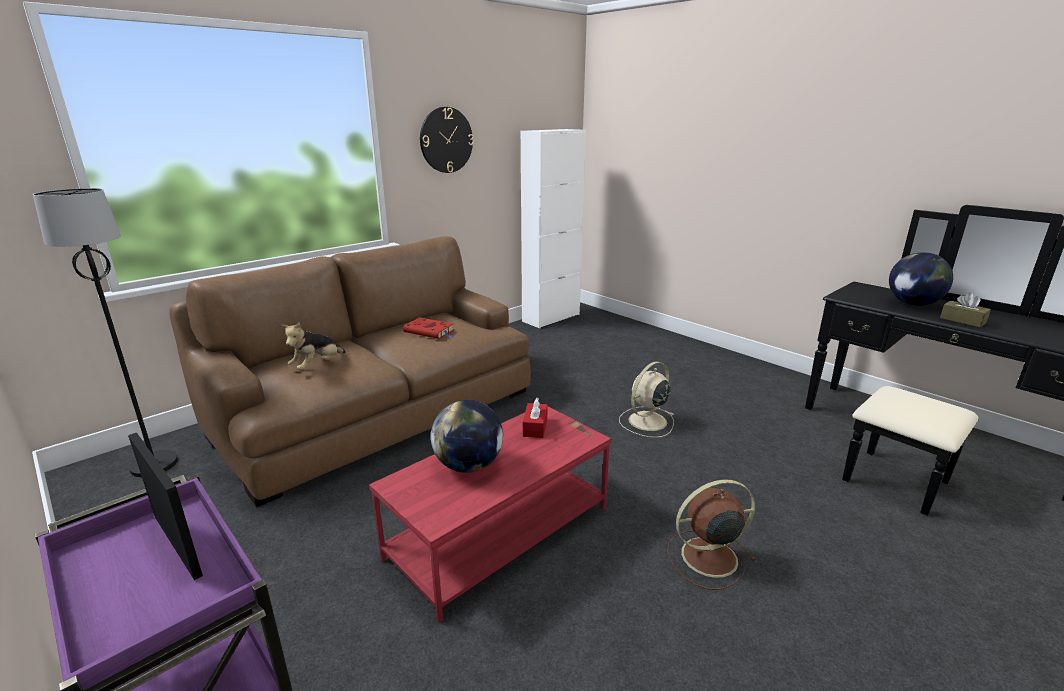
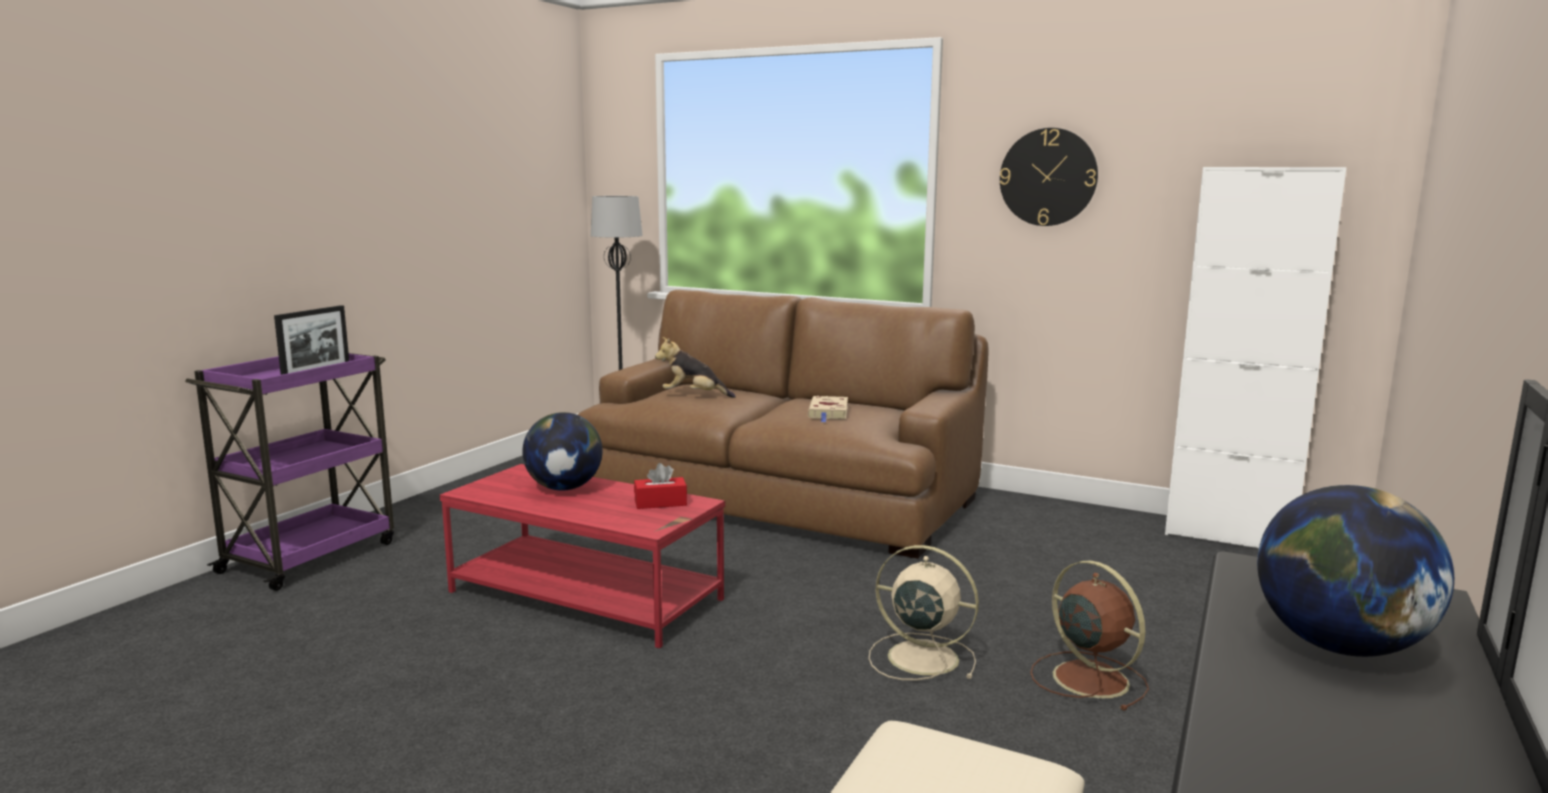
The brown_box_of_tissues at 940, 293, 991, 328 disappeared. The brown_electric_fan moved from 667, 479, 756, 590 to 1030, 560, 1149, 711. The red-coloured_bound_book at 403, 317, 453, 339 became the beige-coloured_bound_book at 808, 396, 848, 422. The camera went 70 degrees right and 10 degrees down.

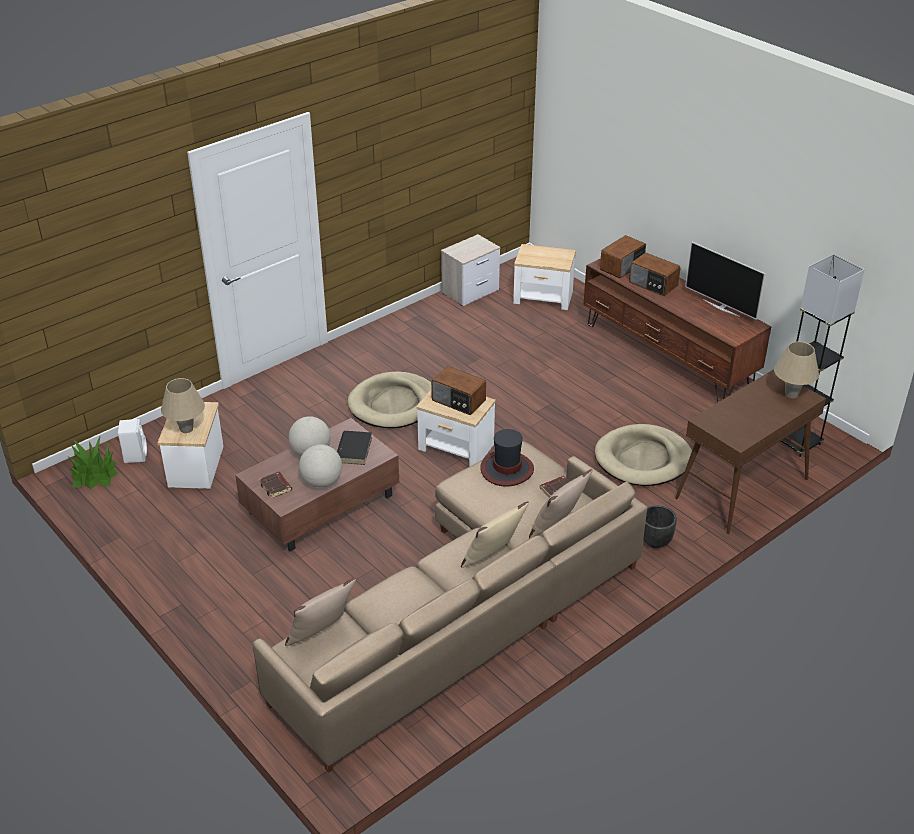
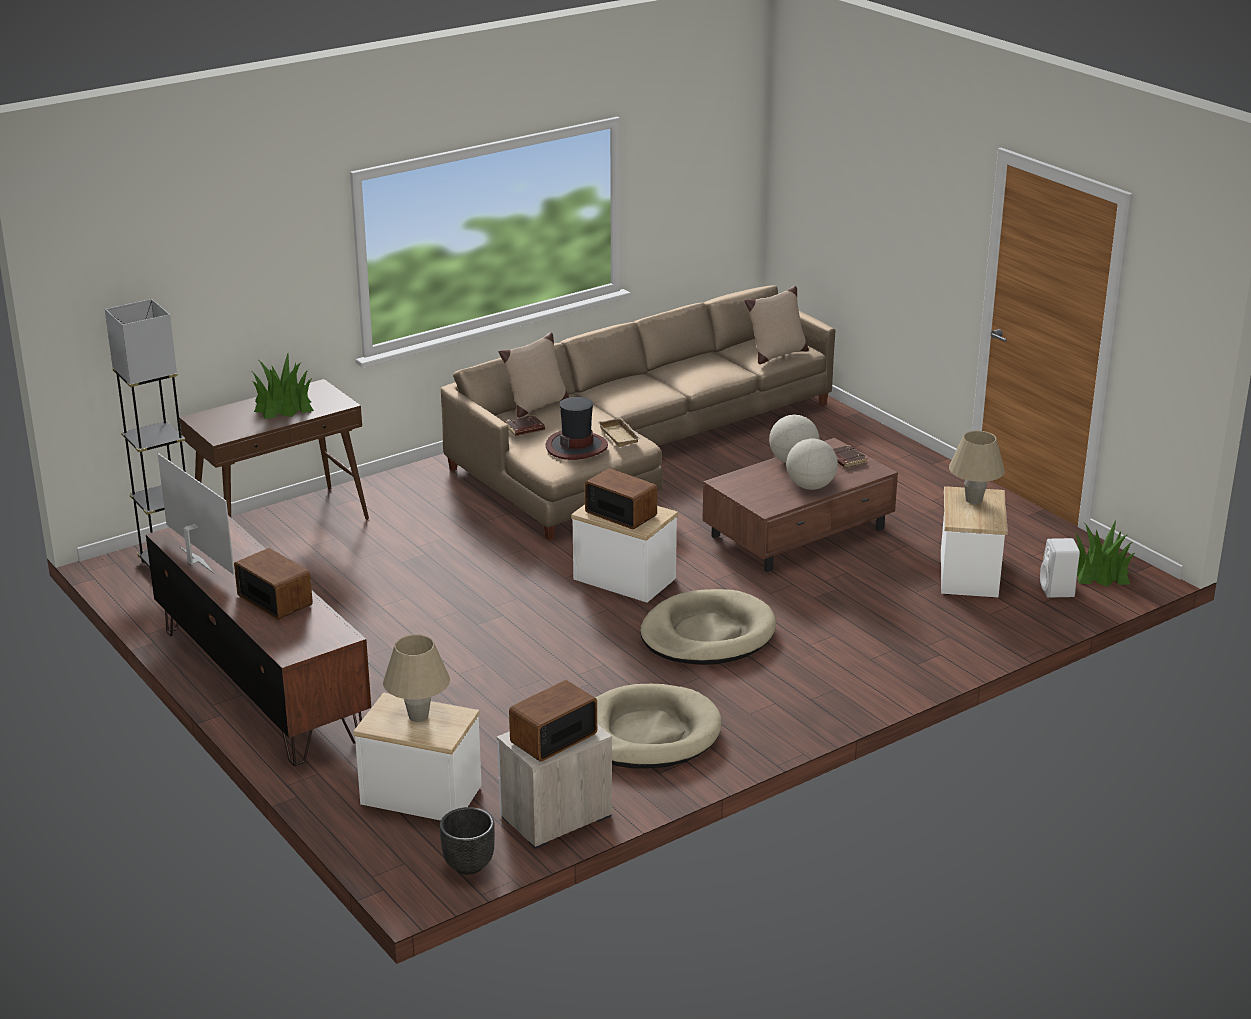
The blackish_bound_book at 337, 431, 372, 465 disappeared. The beige-coloured_pillow at 461, 502, 529, 568 disappeared. The potted_plant at 252, 354, 314, 419 appeared. The beige-coloured_carrying_tray at 598, 418, 642, 447 appeared. The beige-coloured_dog_bed moved from 595, 424, 692, 486 to 595, 684, 722, 768. The radio_set moved from 600, 235, 646, 278 to 509, 680, 597, 762. The blackish_planter moved from 643, 505, 677, 548 to 439, 807, 495, 875. The beige-coloured_table_lamp moved from 774, 341, 819, 398 to 383, 634, 450, 722. The camera went 175 degrees left and 10 degrees down.

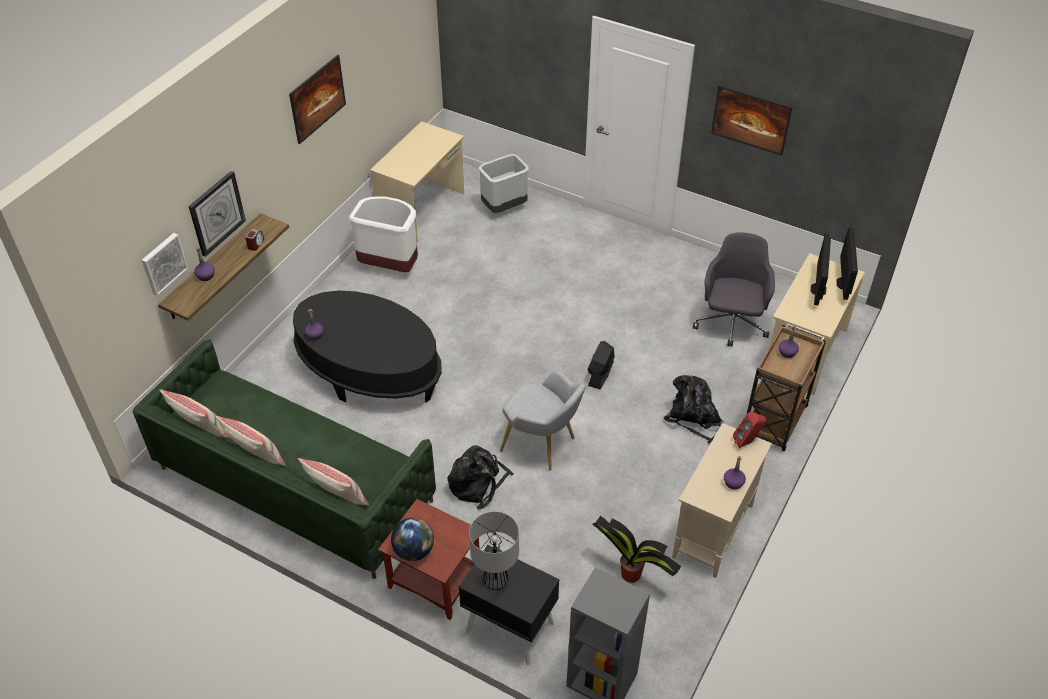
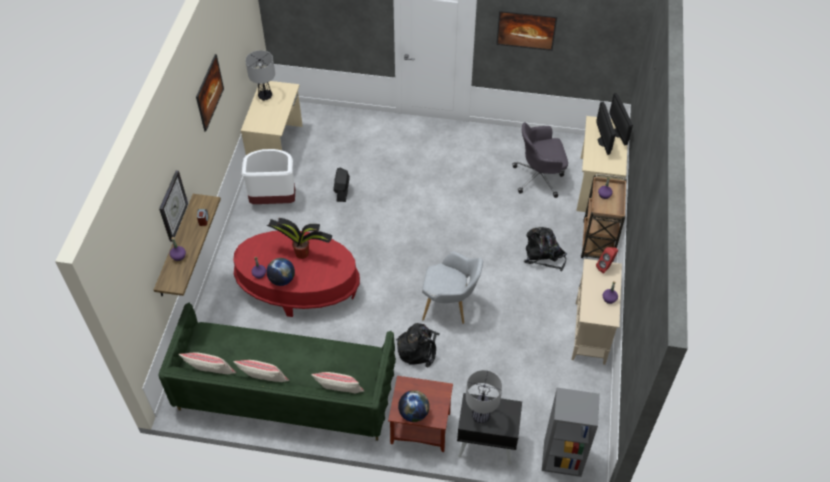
The wall_picture at 142, 233, 188, 296 disappeared. The grey_trash_can at 479, 154, 529, 213 disappeared. The table_lamp at 245, 50, 275, 101 appeared. The globe at 267, 258, 295, 286 appeared. The blackish_electric_fan moved from 588, 341, 615, 389 to 333, 168, 350, 202. The potted_plant moved from 592, 516, 681, 583 to 266, 218, 333, 259. The blackish_low_table at 293, 291, 442, 402 became the red-coloured_low_table at 233, 231, 360, 317. The grey_computer_chair at 693, 232, 775, 346 turned 90 degrees counterclockwise. The camera went 20 degrees left and 5 degrees up.

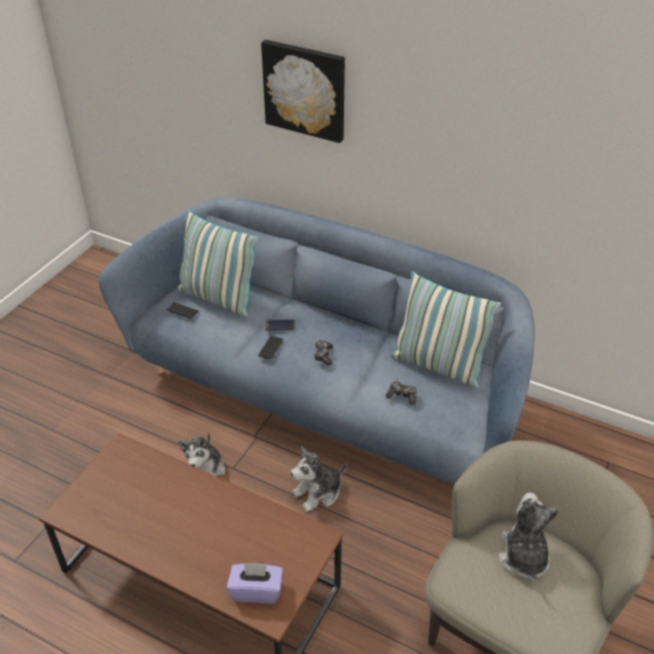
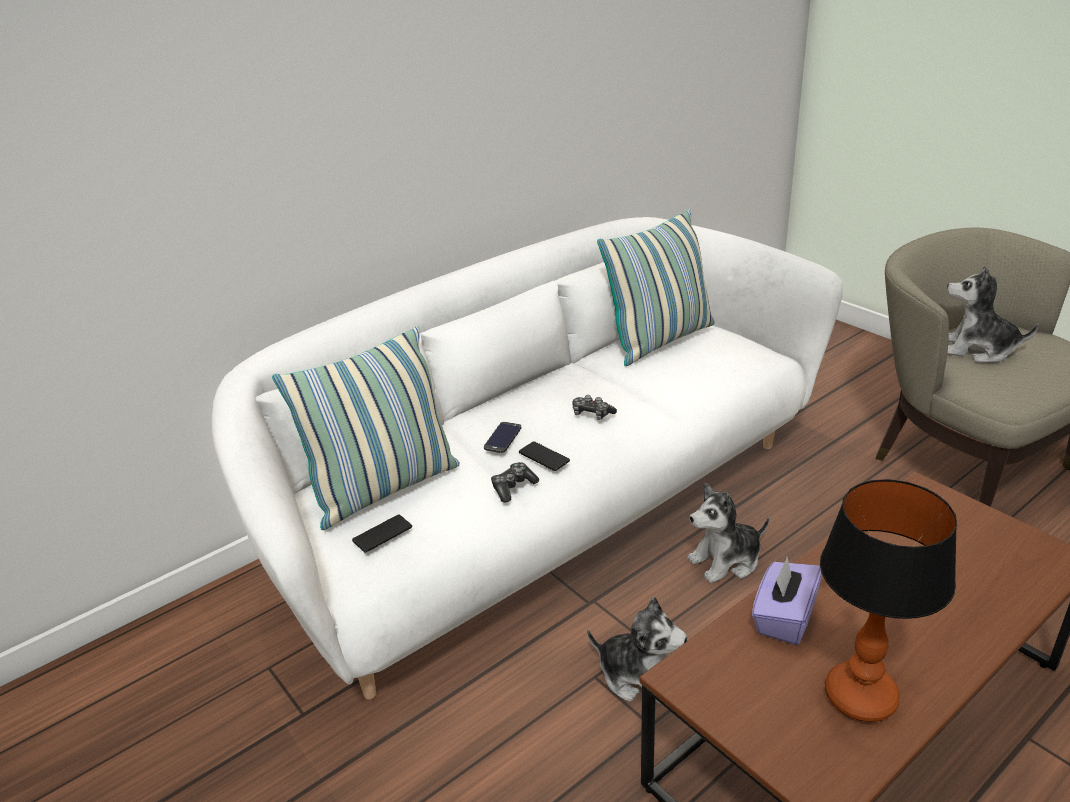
The wall_picture at 261, 40, 345, 143 disappeared. The table_lamp at 820, 479, 957, 722 appeared. The purplish_box_of_tissues moved from 226, 563, 283, 604 to 752, 557, 822, 645. The joypad moved from 386, 381, 417, 405 to 491, 462, 539, 502. The blue_sofa at 98, 197, 535, 484 became the whitish_sofa at 212, 217, 843, 700. The soft_toy at 291, 446, 347, 512 turned 75 degrees clockwise. The camera went 65 degrees left and 10 degrees down.

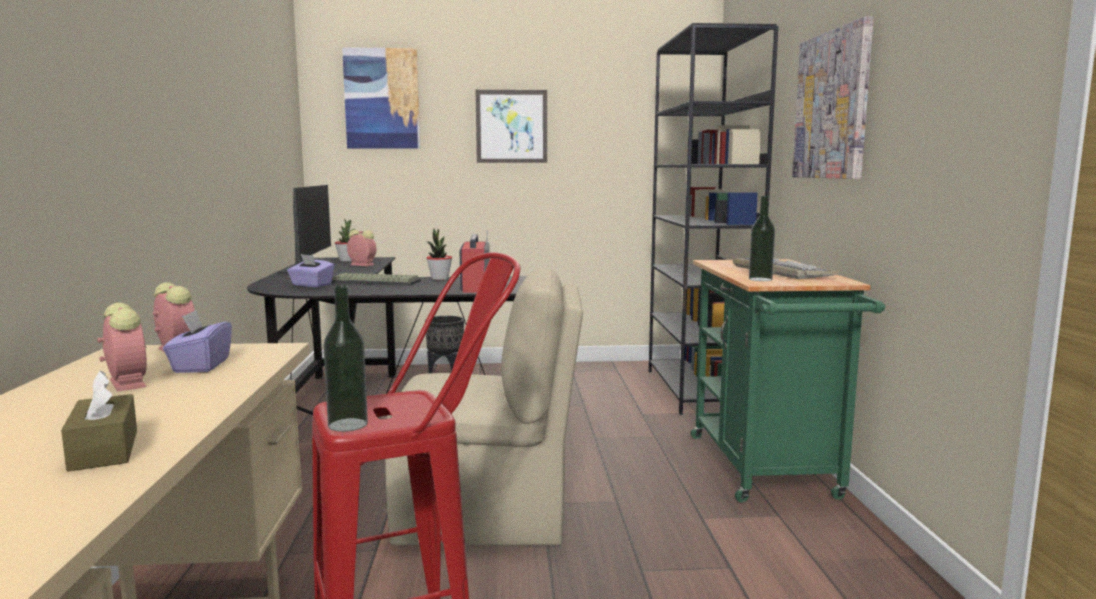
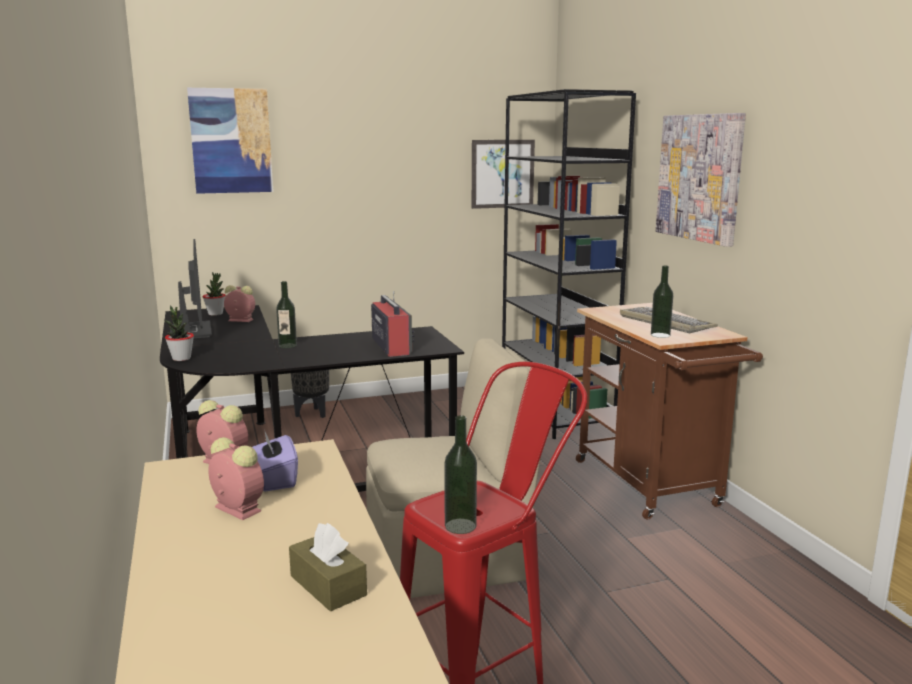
The purplish_box_of_tissues at 287, 254, 334, 287 disappeared. The potted_plant moved from 426, 229, 452, 280 to 165, 305, 194, 361. The wall_picture moved from 476, 90, 547, 163 to 472, 140, 535, 209. The keyboard at 331, 273, 421, 286 was replaced by the drink_bottle at 276, 281, 297, 348. The green_trolley at 691, 259, 885, 503 became the brown_trolley at 576, 303, 763, 520. The camera went 15 degrees left and 5 degrees up.

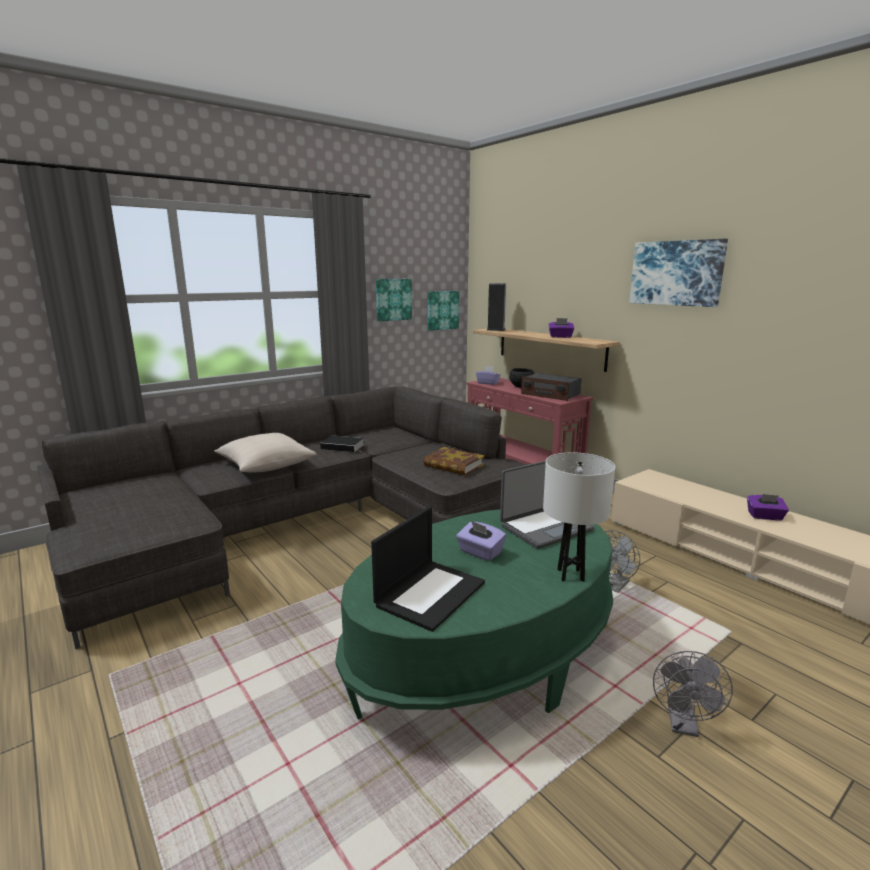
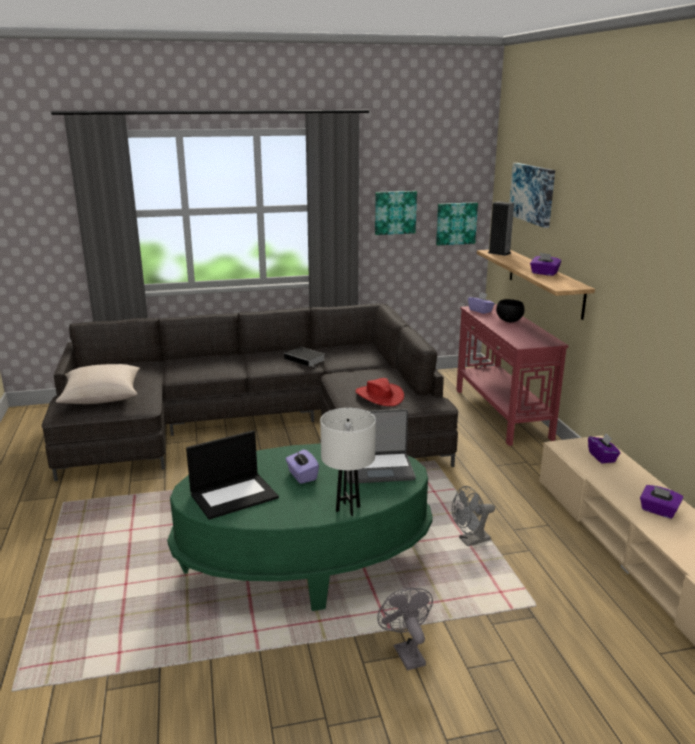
The radio_set at 521, 373, 582, 401 disappeared. The purplish_box_of_tissues at 588, 433, 620, 463 appeared. The beige-coloured_pillow moved from 214, 433, 317, 473 to 56, 364, 140, 404. The wall_picture moved from 629, 239, 728, 307 to 509, 163, 555, 228. The bound_book at 424, 447, 485, 475 was replaced by the red-coloured_hat at 355, 378, 404, 406. The grey_electric_fan at 653, 651, 733, 737 turned 120 degrees clockwise. The camera went 25 degrees right and 5 degrees up.

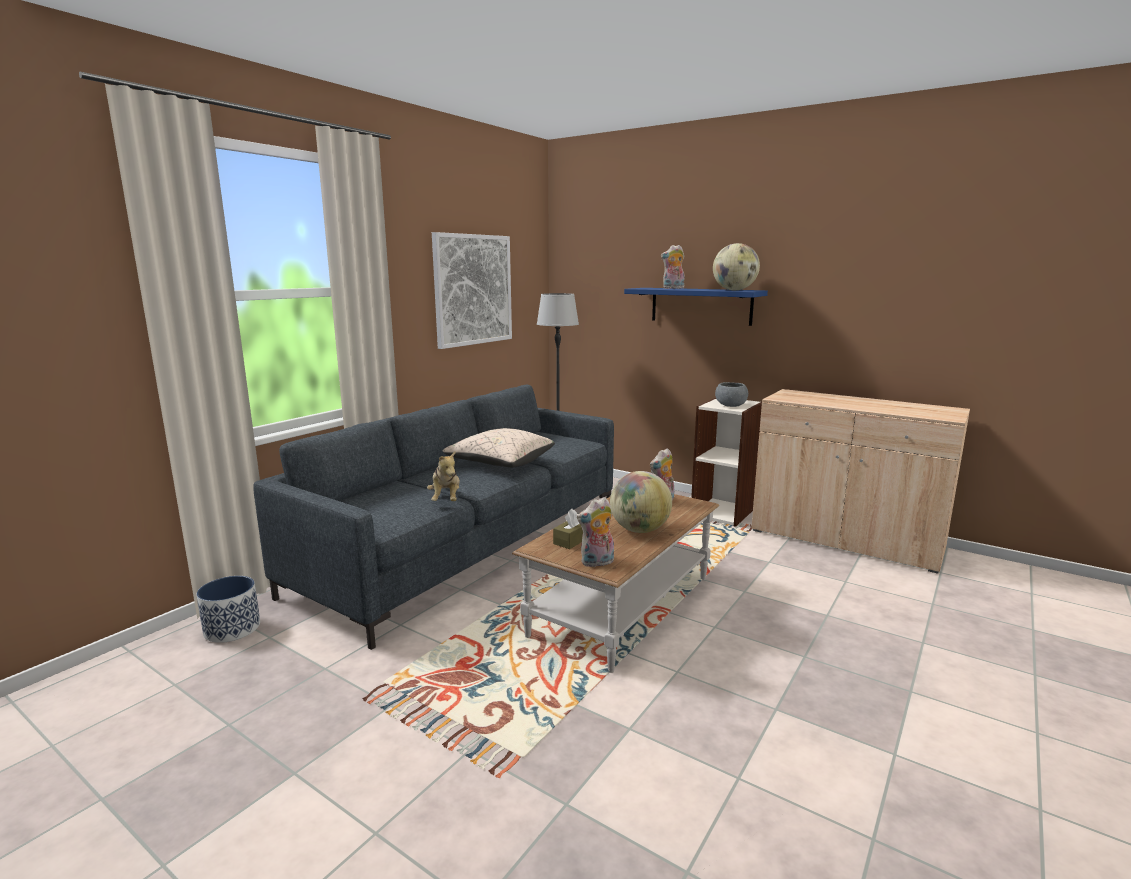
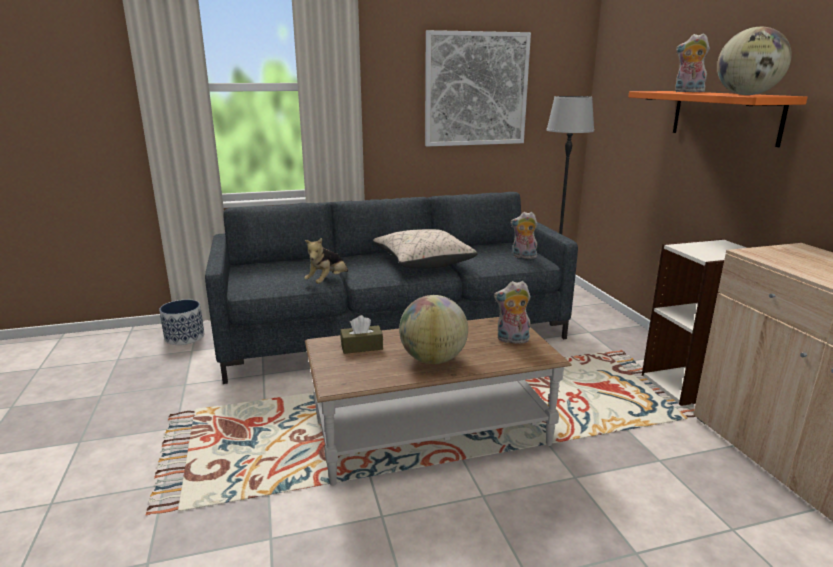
The grey_bowl at 715, 382, 748, 407 disappeared. The soft_toy moved from 577, 497, 614, 567 to 511, 212, 538, 259. The blue_wall_shelf at 624, 288, 768, 326 became the orange-coloured_wall_shelf at 628, 91, 808, 147. The camera went 40 degrees right and 5 degrees up.

